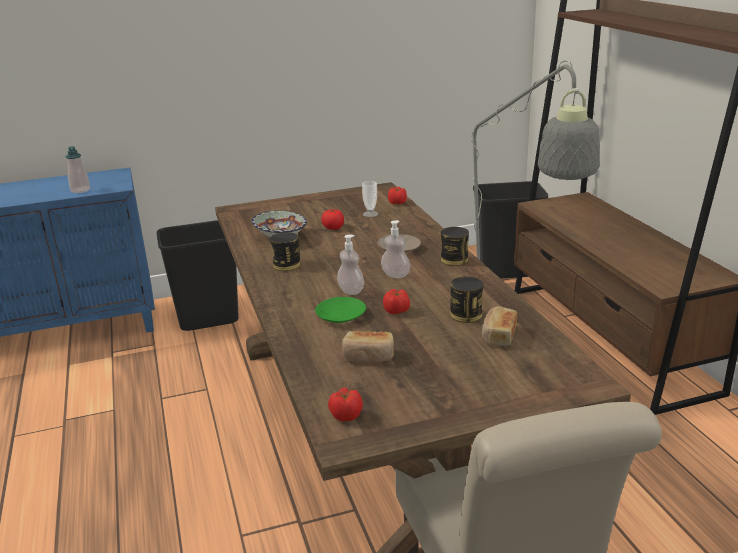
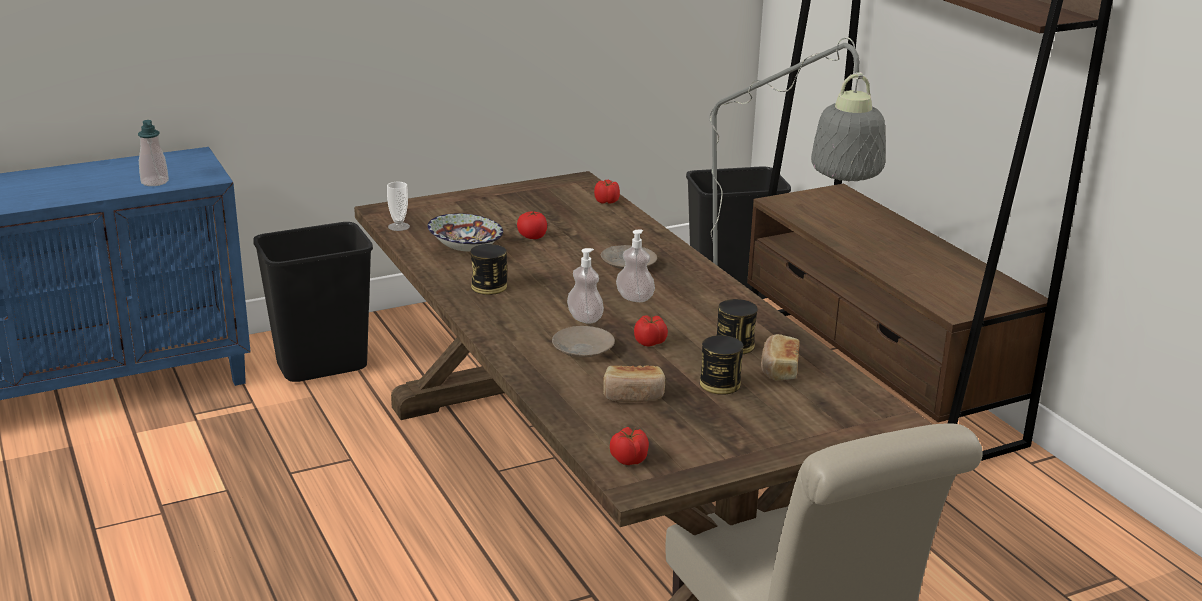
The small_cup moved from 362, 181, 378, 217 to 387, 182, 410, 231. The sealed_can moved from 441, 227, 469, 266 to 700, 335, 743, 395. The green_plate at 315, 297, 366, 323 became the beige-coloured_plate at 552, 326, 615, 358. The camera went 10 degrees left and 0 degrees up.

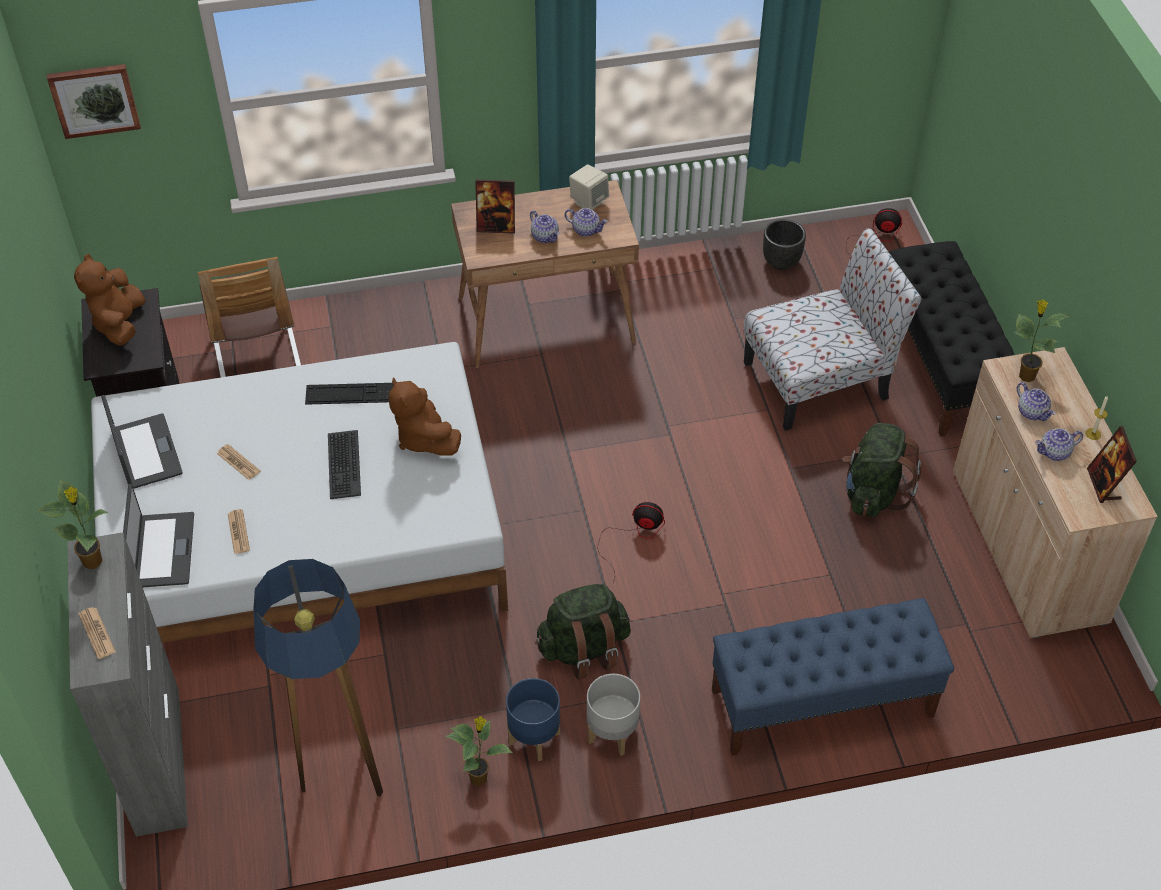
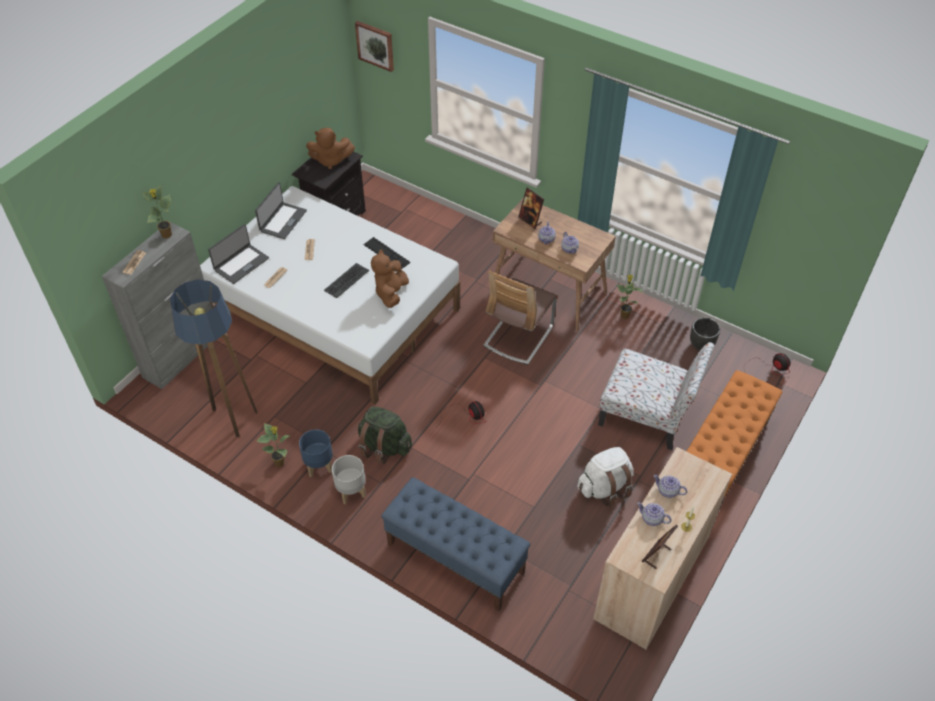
The beige-coloured_audio_speaker at 569, 164, 609, 210 disappeared. The chair moved from 198, 257, 301, 377 to 483, 271, 557, 365. The potted_plant moved from 1013, 300, 1069, 382 to 617, 274, 644, 319. The green_backpack at 843, 423, 921, 517 became the whitish_backpack at 578, 447, 633, 507. The blackish_indoor_bench at 889, 241, 1014, 437 became the orange-coloured_indoor_bench at 687, 370, 783, 509. The brown_soft_toy at 74, 254, 145, 346 turned 135 degrees counterclockwise. The pot_for_tea at 1017, 382, 1055, 421 turned 105 degrees clockwise. The camera went 45 degrees right and 0 degrees up.

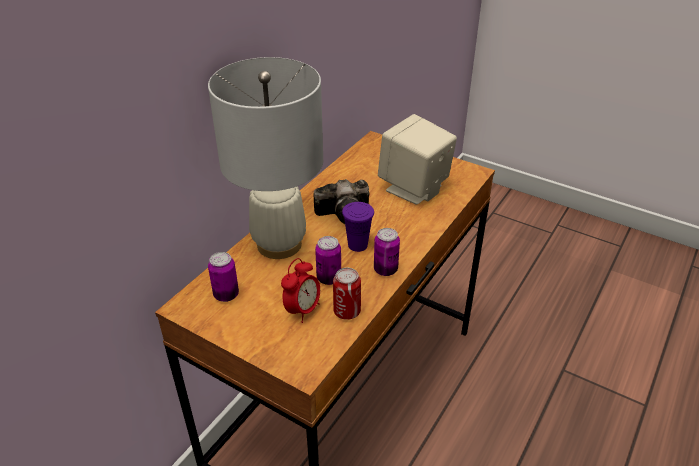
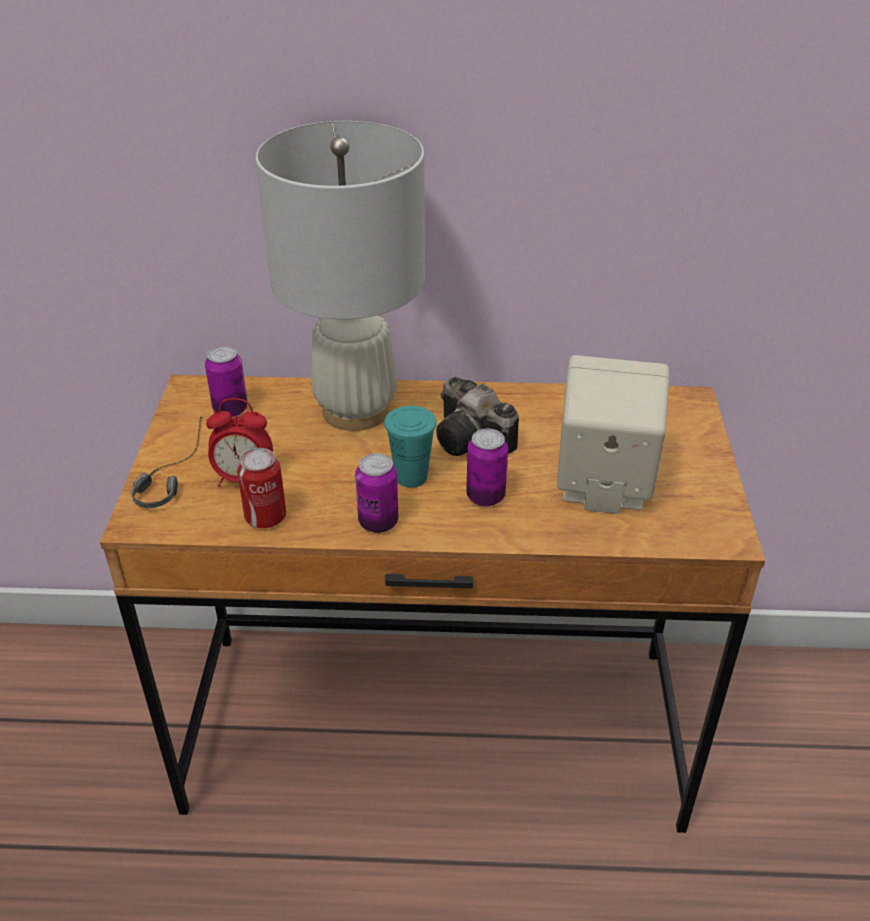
The headphones at 131, 417, 203, 508 appeared. The sealed_can moved from 315, 236, 341, 285 to 466, 429, 508, 506. The purplish_small_cup at 342, 202, 374, 252 became the blue-green_small_cup at 384, 406, 437, 488. The camera went 60 degrees right and 0 degrees up.

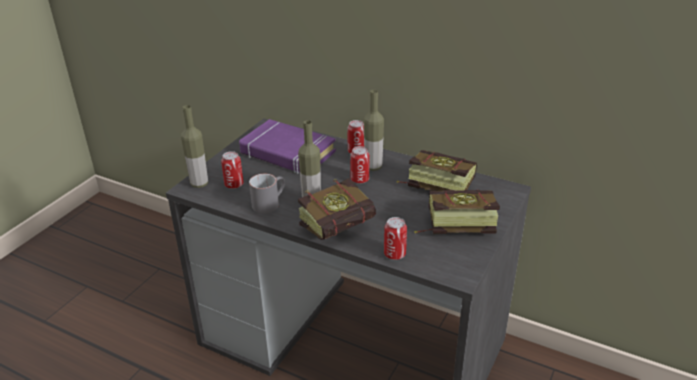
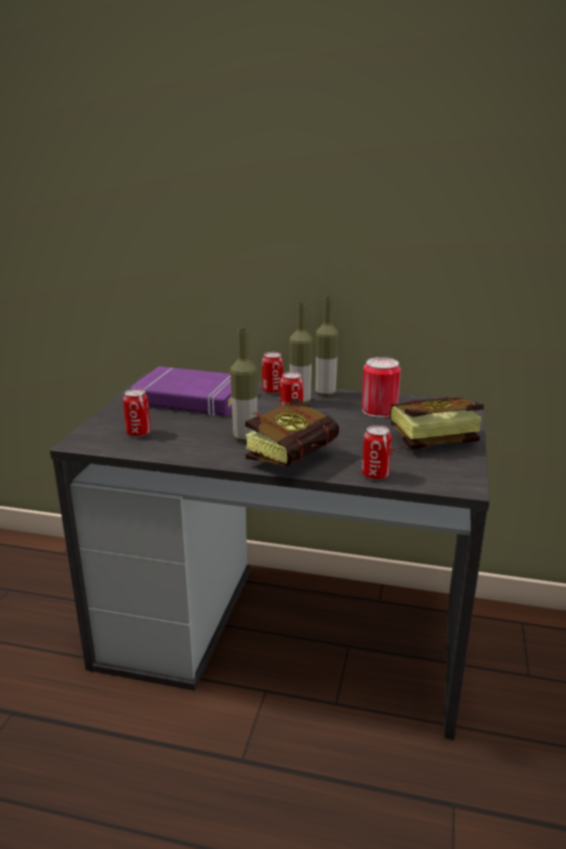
The grey_tea_mug at 249, 174, 285, 214 disappeared. The drink_bottle moved from 181, 105, 208, 188 to 316, 297, 339, 397. The bound_book at 397, 150, 477, 191 was replaced by the sealed_can at 362, 357, 401, 418. The camera went 15 degrees left and 10 degrees down.

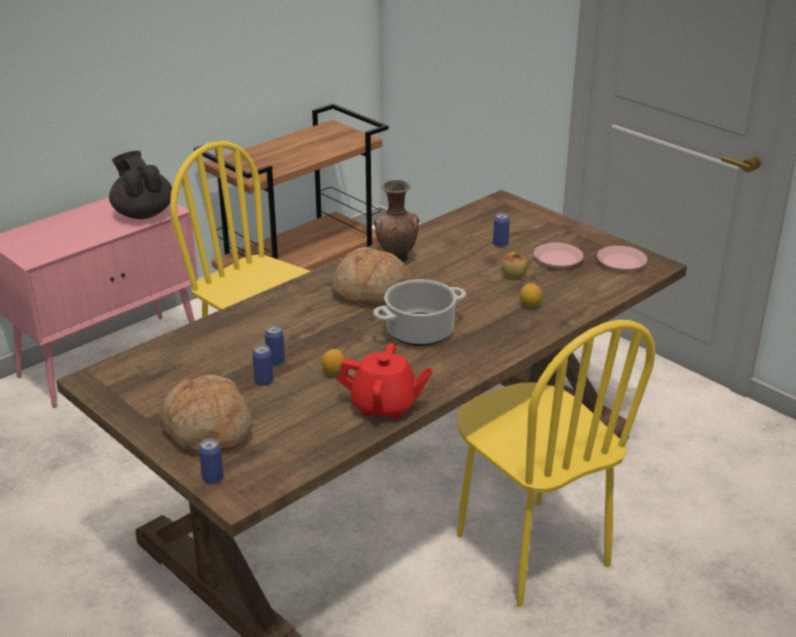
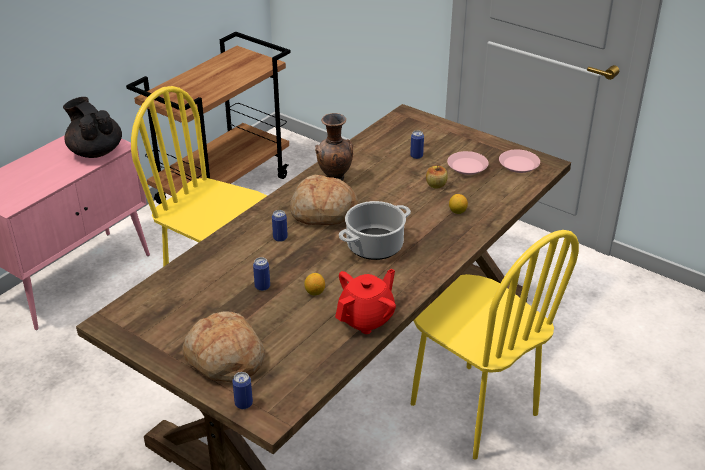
The sealed_can moved from 252, 345, 273, 386 to 272, 210, 288, 242. The red-coloured_pot_for_tea at 337, 343, 433, 420 turned 45 degrees counterclockwise. The camera went 10 degrees left and 5 degrees up.

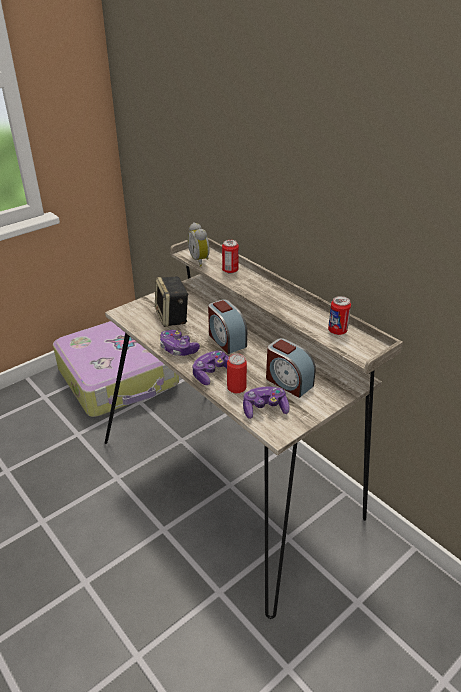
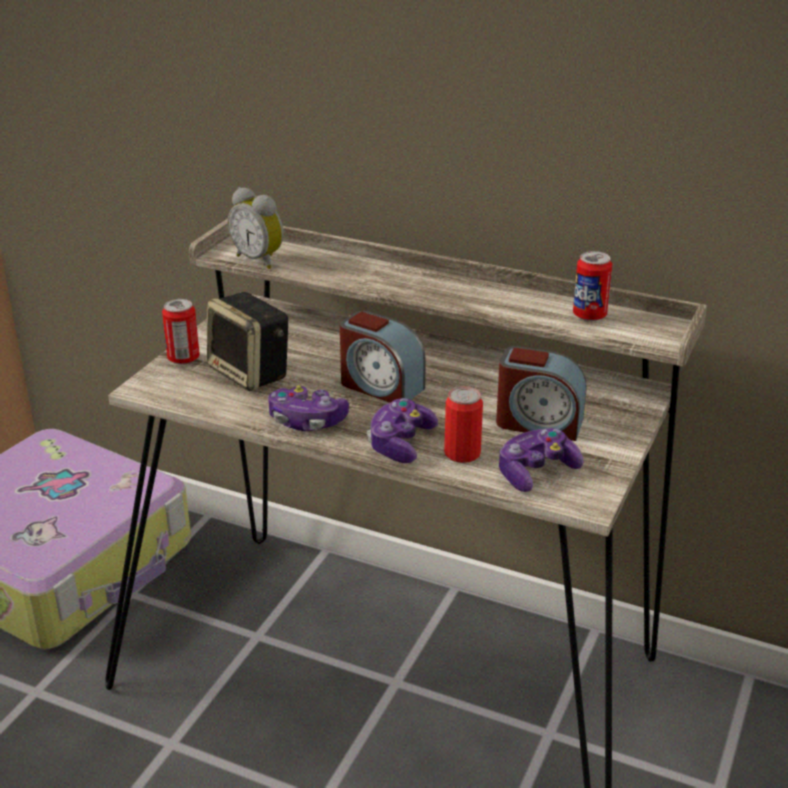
The sealed_can moved from 222, 240, 239, 273 to 162, 299, 200, 364. The camera went 25 degrees left and 5 degrees down.

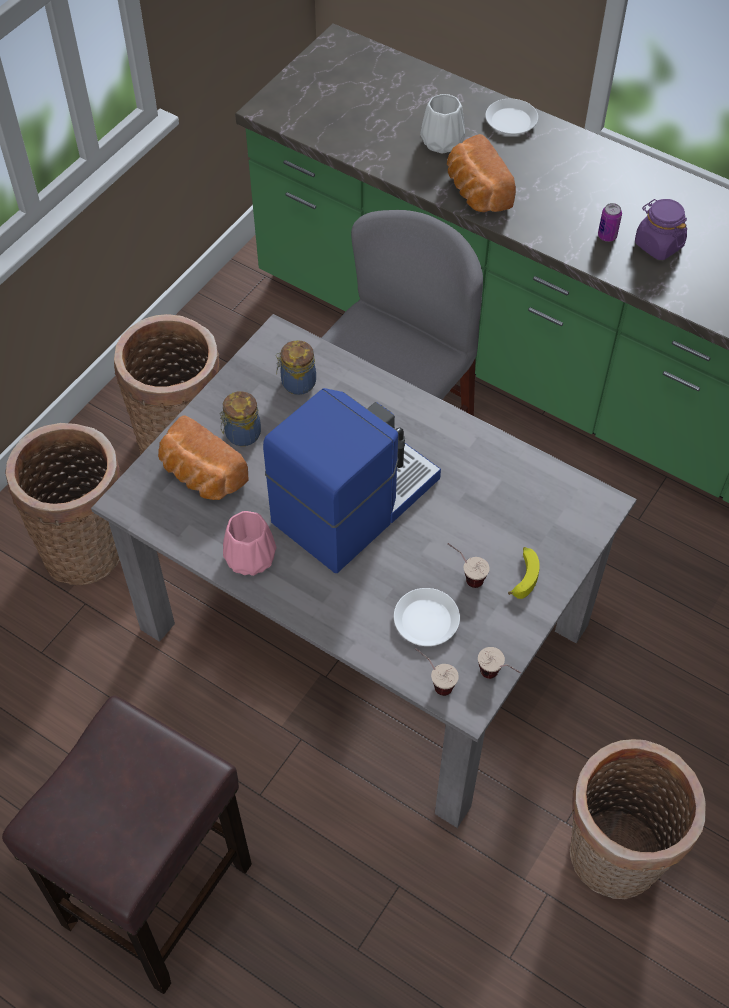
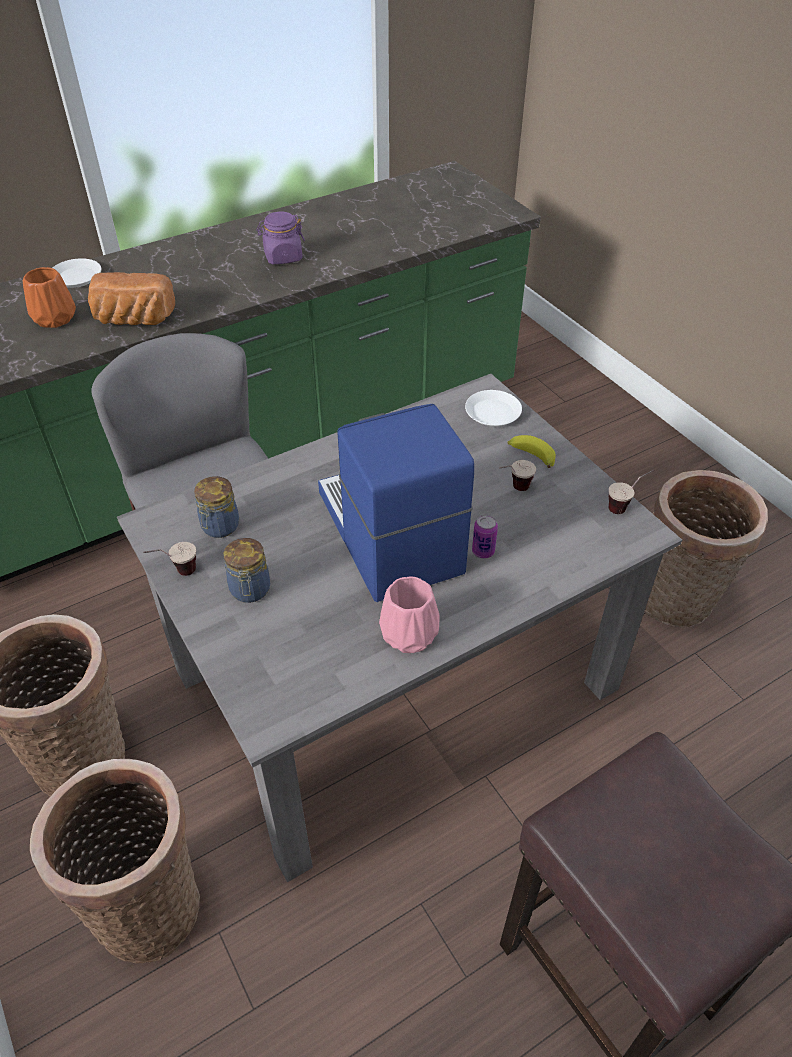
The baked_bread at 158, 416, 249, 500 disappeared. The whitish_plate moved from 394, 588, 460, 646 to 465, 390, 522, 427. The small_cup moved from 416, 648, 459, 696 to 143, 542, 196, 576. The sealed_can moved from 598, 203, 622, 242 to 472, 515, 498, 559. The whitish_decorative_vase at 420, 94, 465, 154 became the orange-coloured_decorative_vase at 23, 267, 76, 328. The camera went 65 degrees left and 10 degrees down.

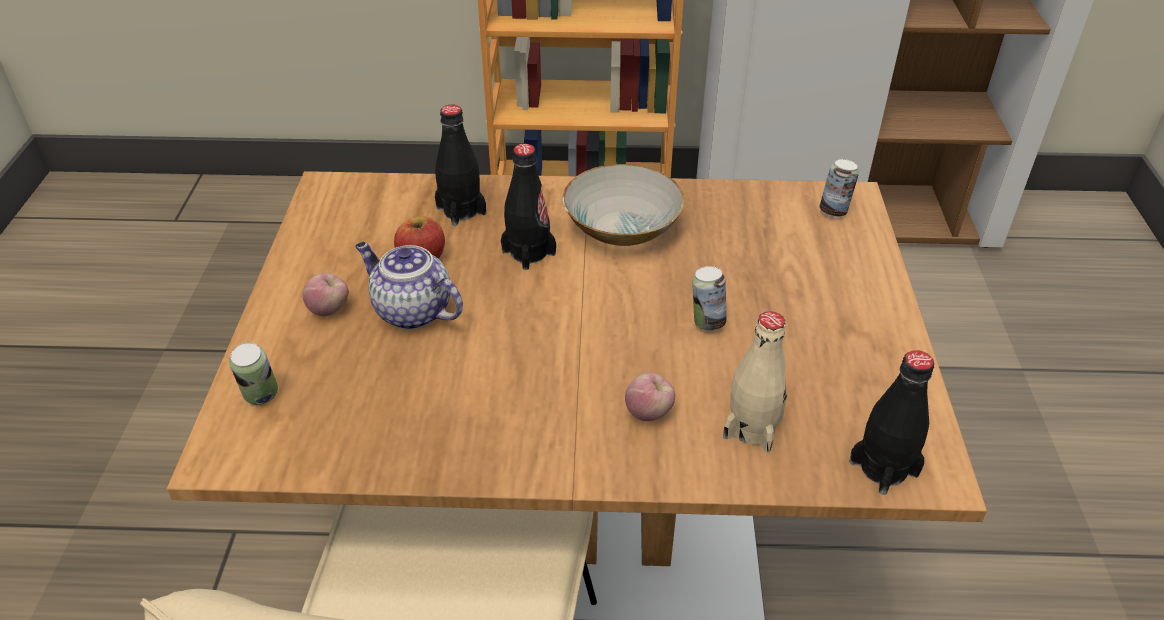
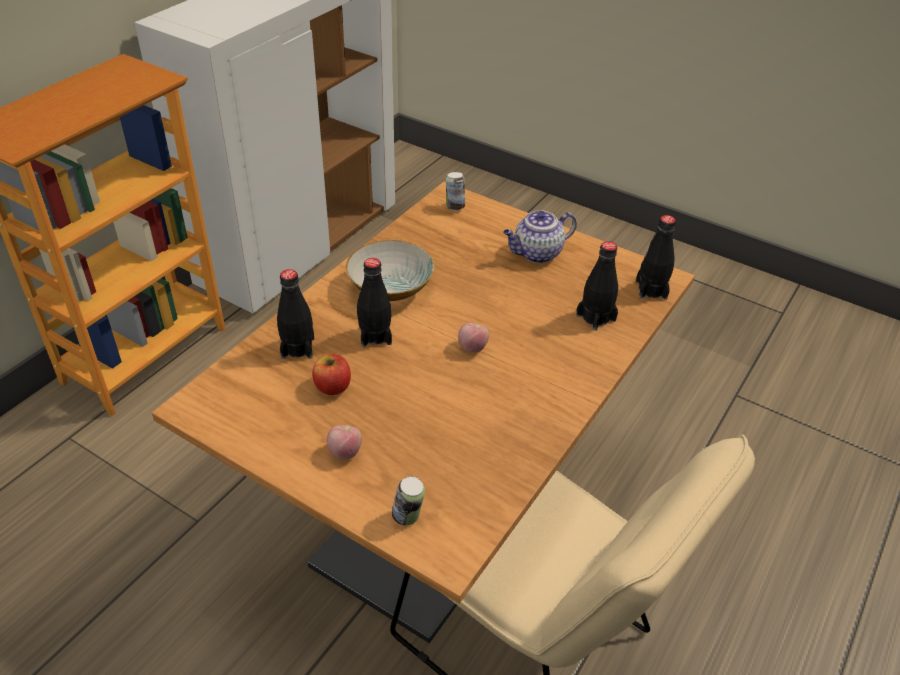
The sealed_can at 692, 266, 727, 331 disappeared. The pot_for_tea moved from 355, 242, 463, 330 to 503, 210, 577, 263. The whole_apple moved from 625, 373, 675, 421 to 458, 323, 489, 353. The beige-coloured_drink_bottle at 723, 311, 787, 452 became the blackish_drink_bottle at 576, 241, 618, 331. The camera went 60 degrees left and 0 degrees up.

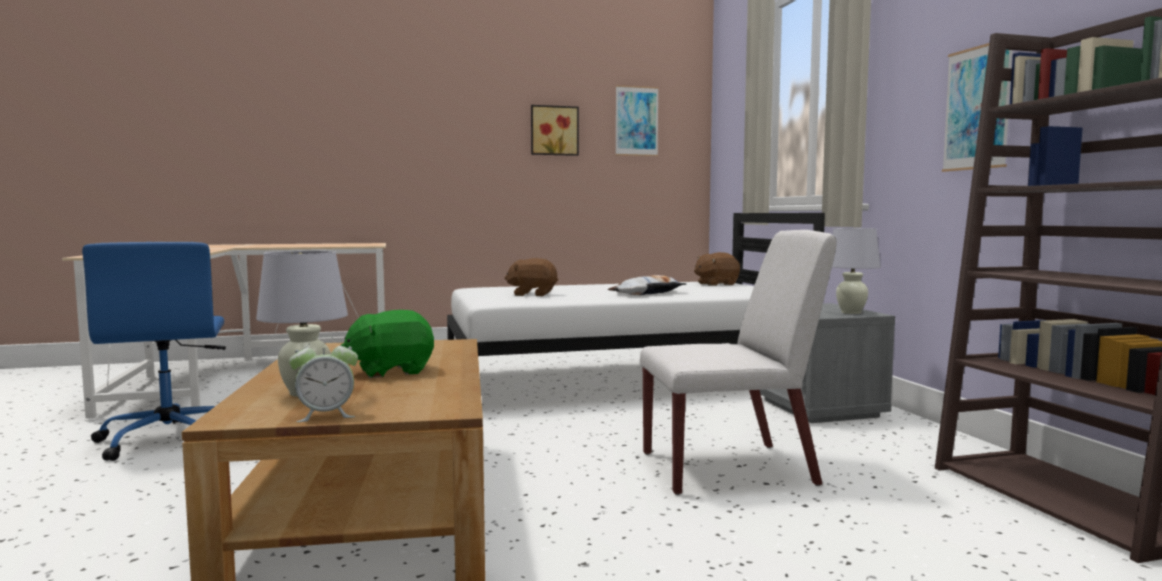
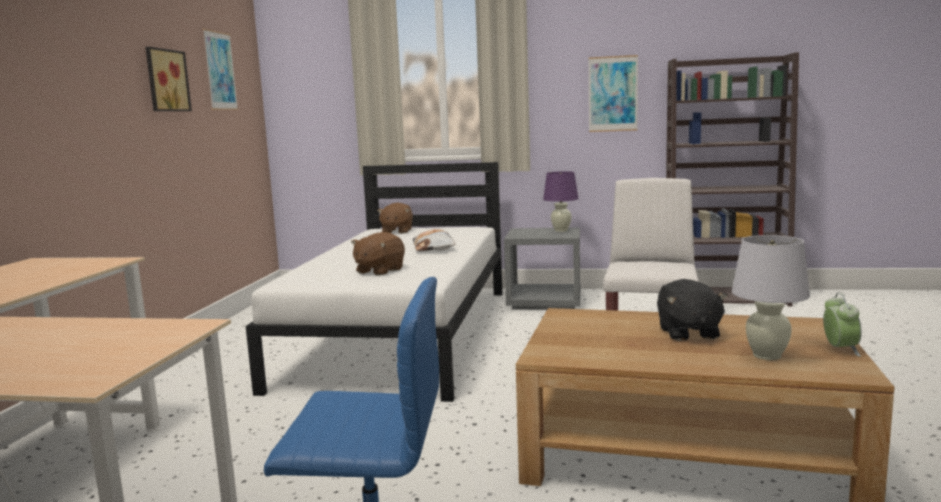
The green_soft_toy at 340, 310, 434, 378 became the blackish_soft_toy at 657, 279, 728, 341. The whitish_table_lamp at 832, 228, 881, 314 became the purplish_table_lamp at 543, 171, 579, 232. The camera went 65 degrees left and 5 degrees up.

